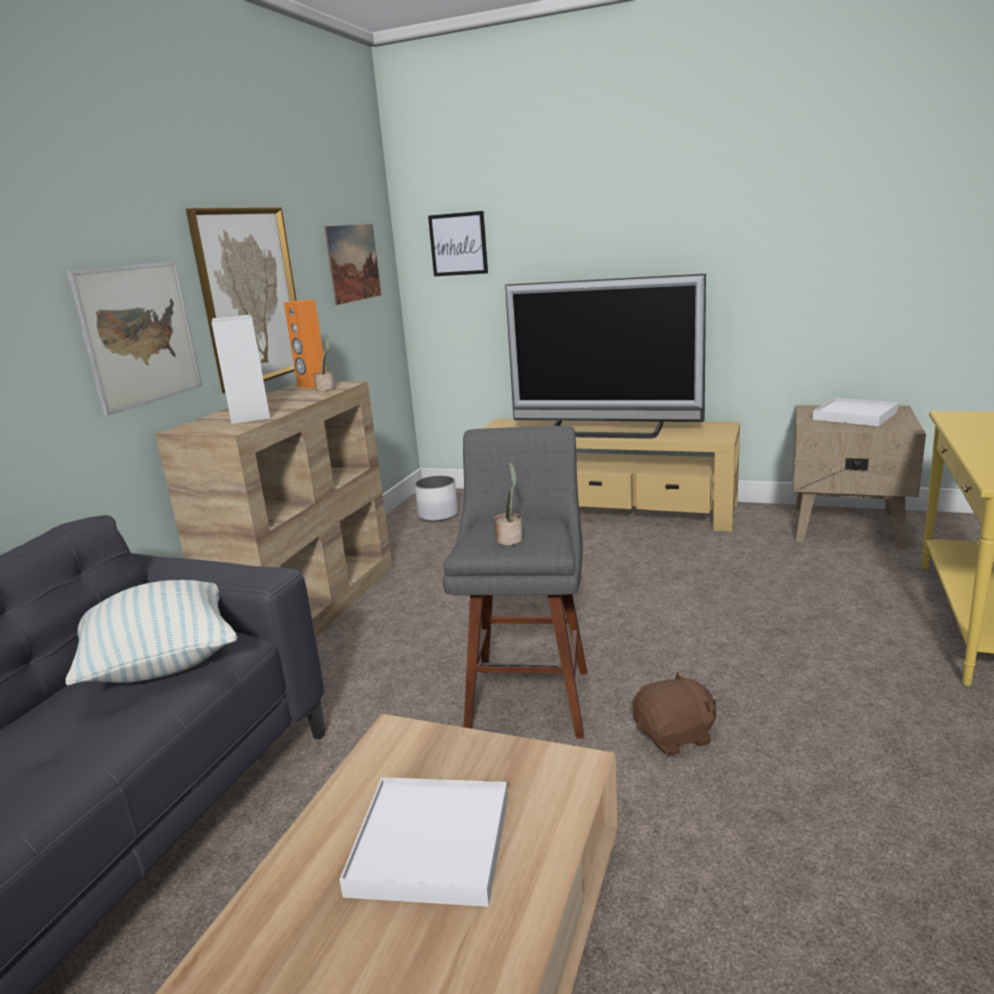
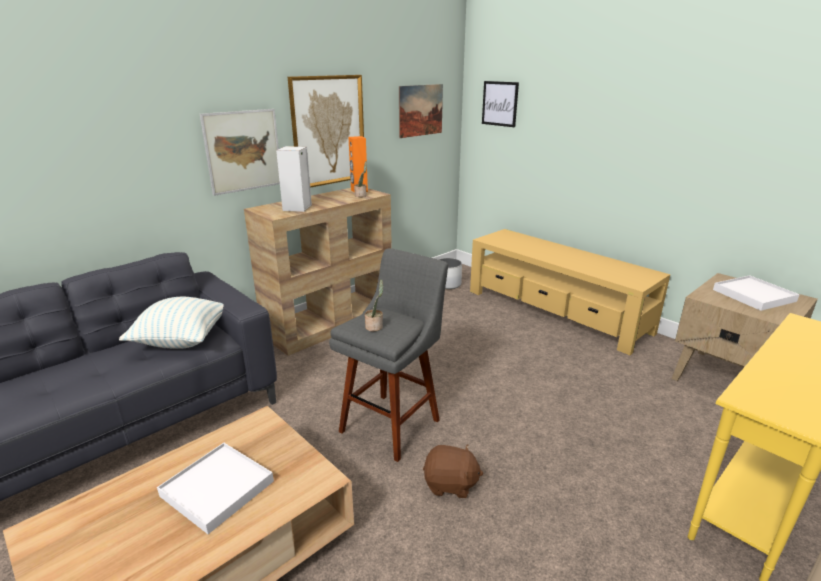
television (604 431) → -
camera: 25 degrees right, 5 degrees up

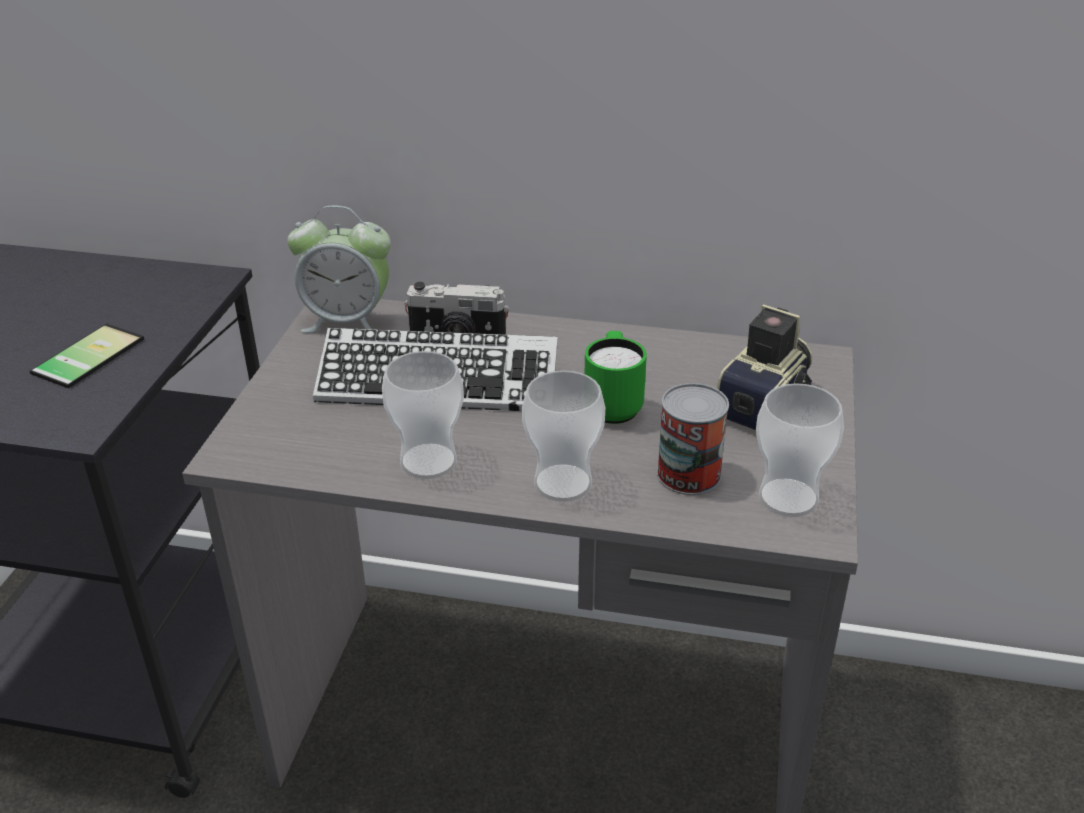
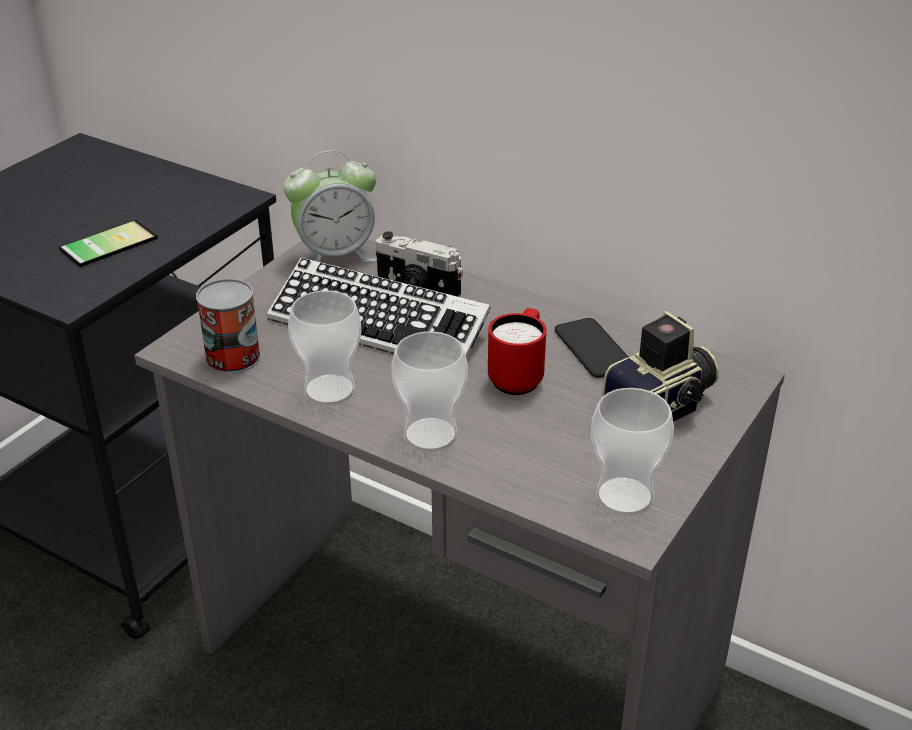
can (688 474) → can (233 357), relocated
bedside clock (347 322) → bedside clock (335 256), 45 degrees counterclockwise
coffee mug in greenish (613 404) → coffee mug in red-coloured (518 377)
- → handset (593 349)
camera: 20 degrees right, 0 degrees up

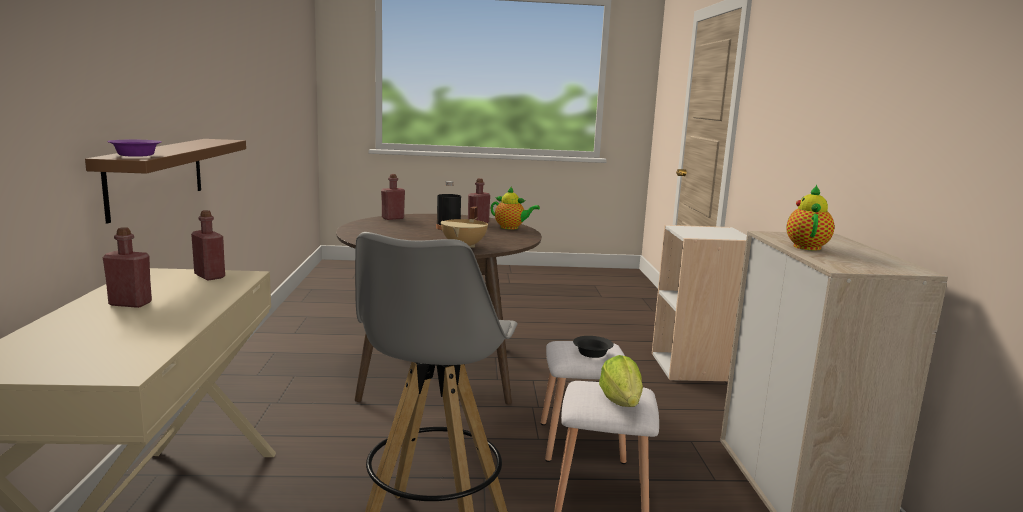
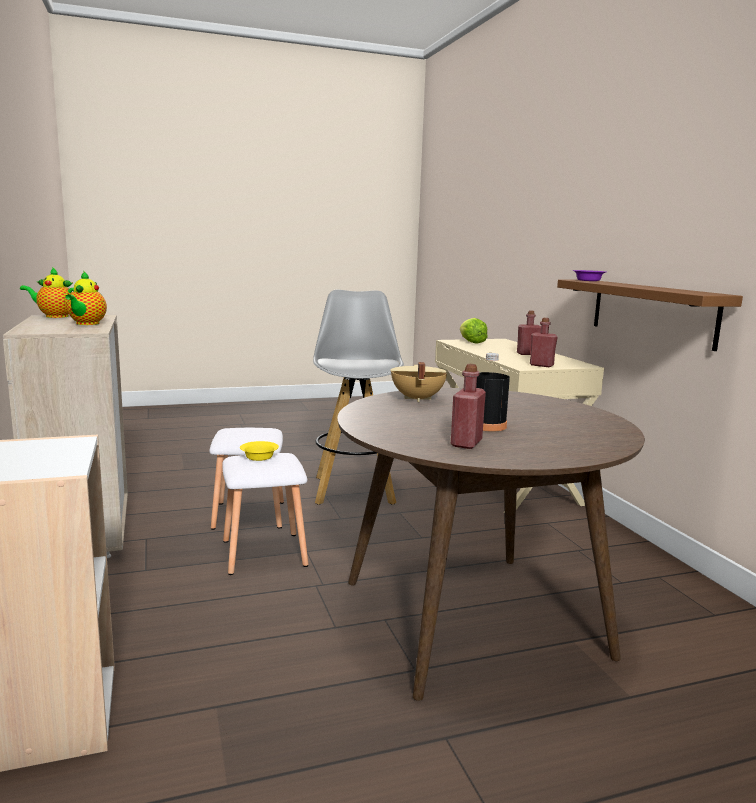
teapot (511 228) → teapot (54 316), relocated
bowl in blackish (591 353) → bowl in yellow (260 457)
lettuce (621 402) → lettuce (471 342), relocated
drink bottle in red-coloured (393 218) → -
camera: 165 degrees right, 0 degrees up

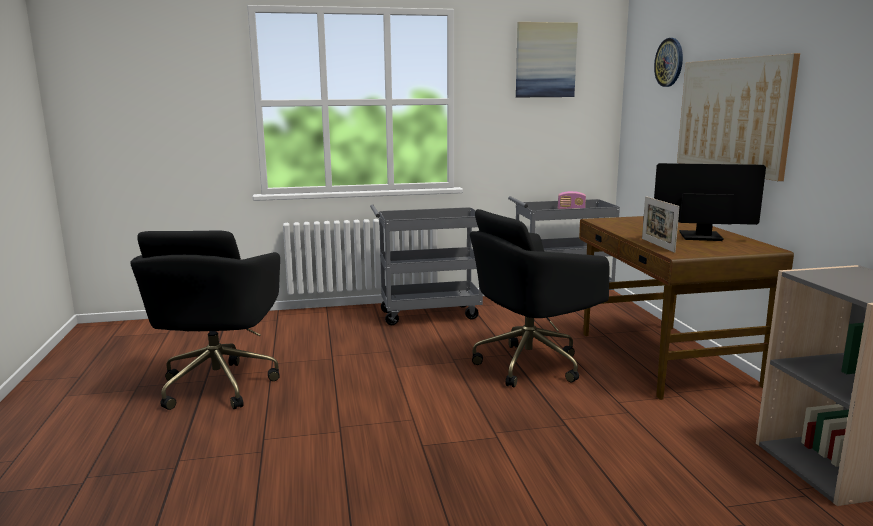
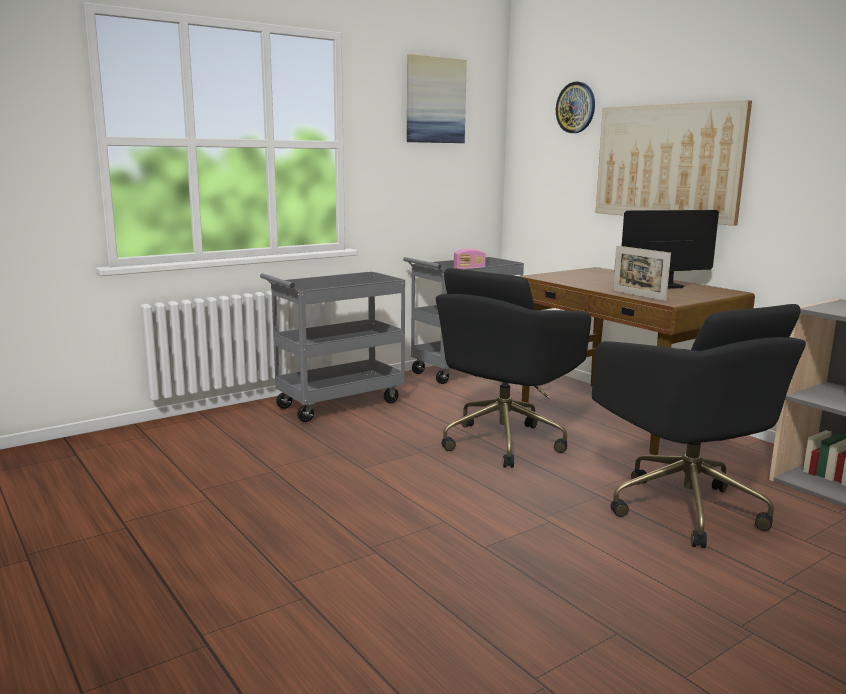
computer chair in blackish (220 384) → computer chair in blackish (680 507), relocated
camera: 25 degrees left, 0 degrees up

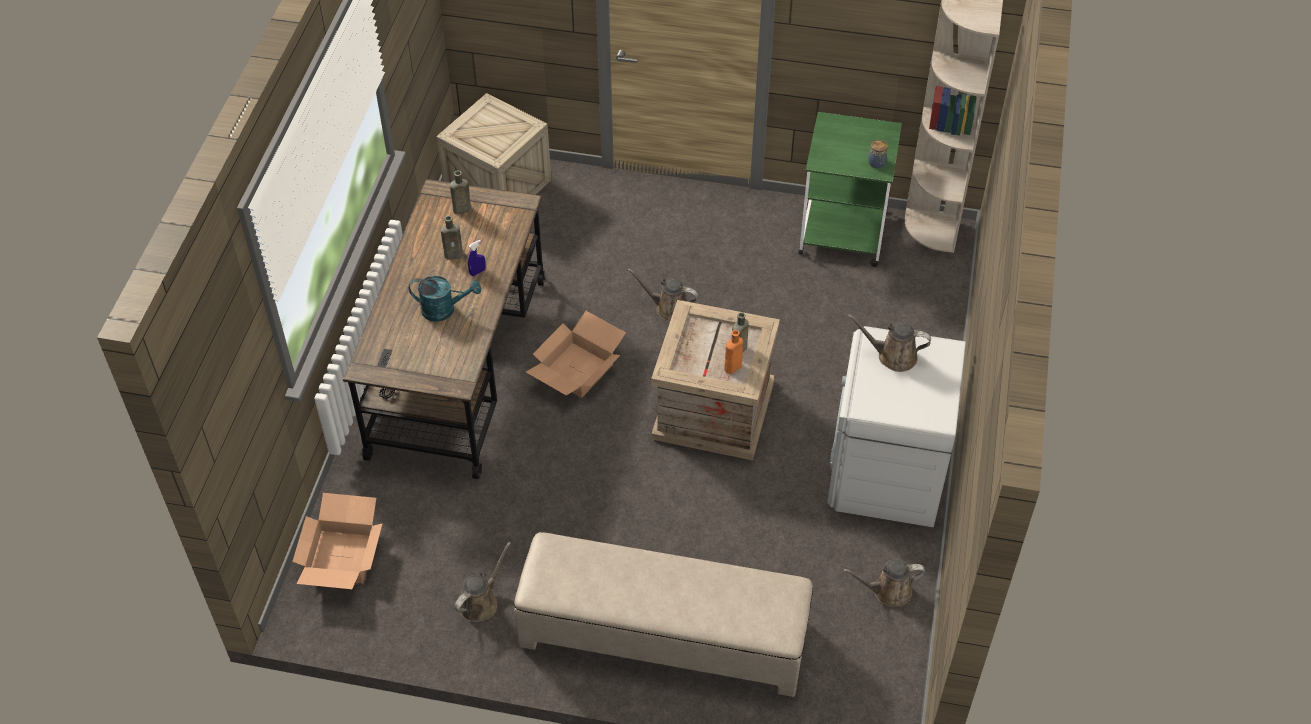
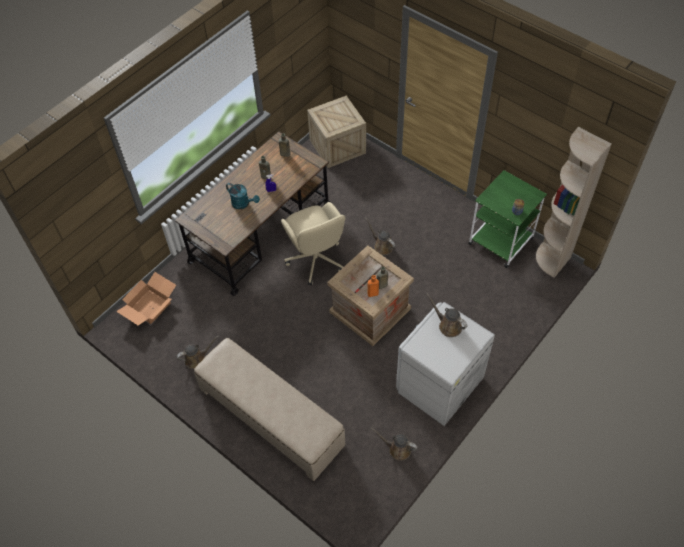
cardboard box (577 371) → computer chair in sand-coloured (315 260)
camera: 30 degrees right, 5 degrees up

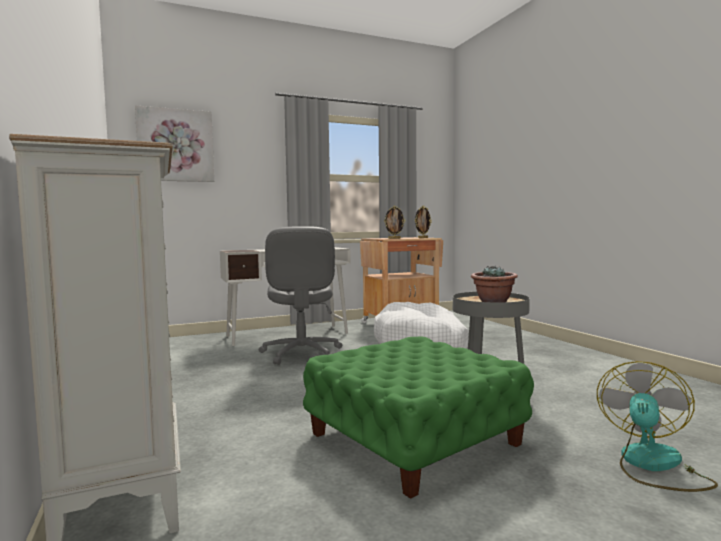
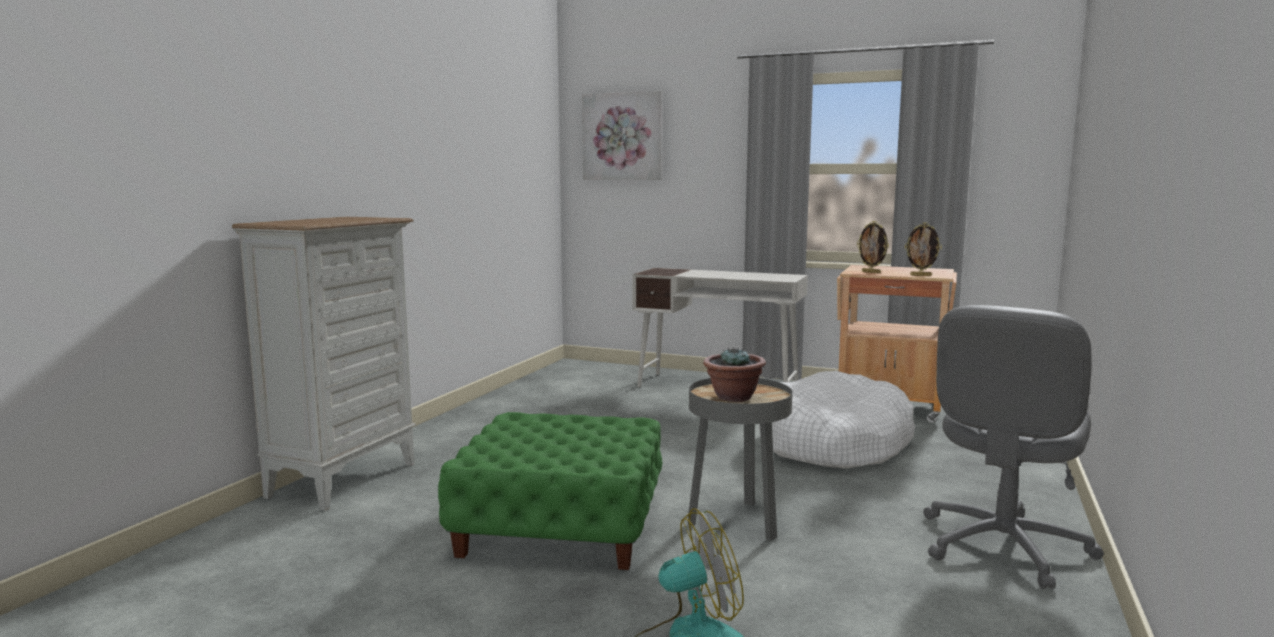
computer chair in gray (301 353) → computer chair in gray (1002 545), relocated
camera: 45 degrees right, 5 degrees up

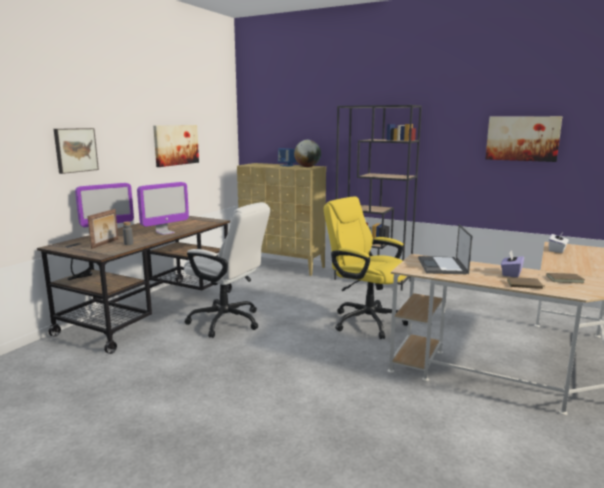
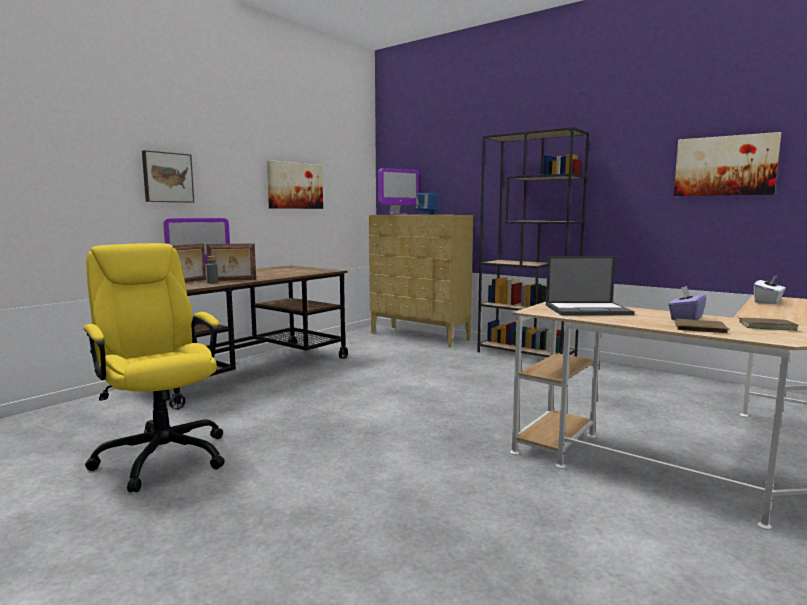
computer chair in yellow (365 321) → computer chair in yellow (161 456), relocated
- → photo frame (232 280)
computer screen (165 232) → computer screen (398 214), relocated
laptop (442 266) → laptop (588 310), 105 degrees counterclockwise
computer chair in white-coloured (228 322) → -
desk globe (307 167) → -
camera: 10 degrees right, 5 degrees down

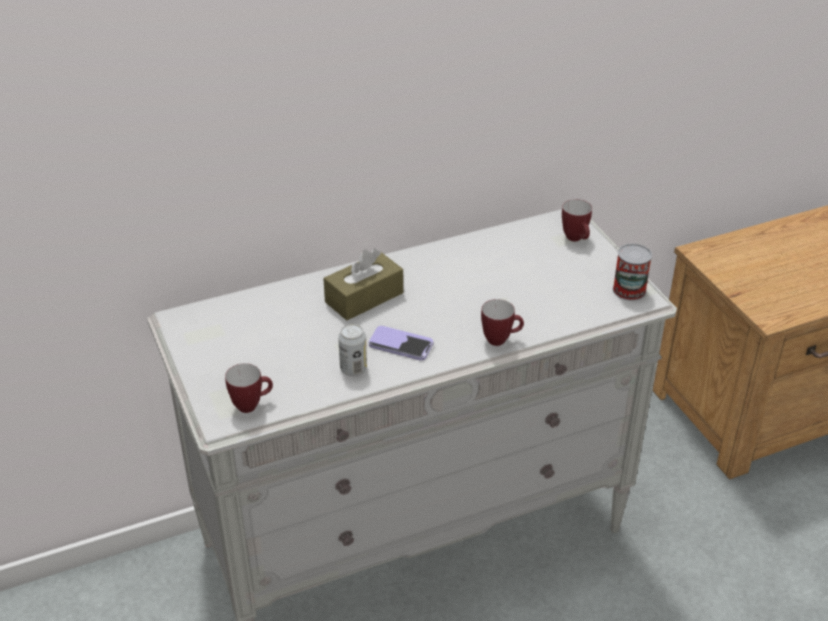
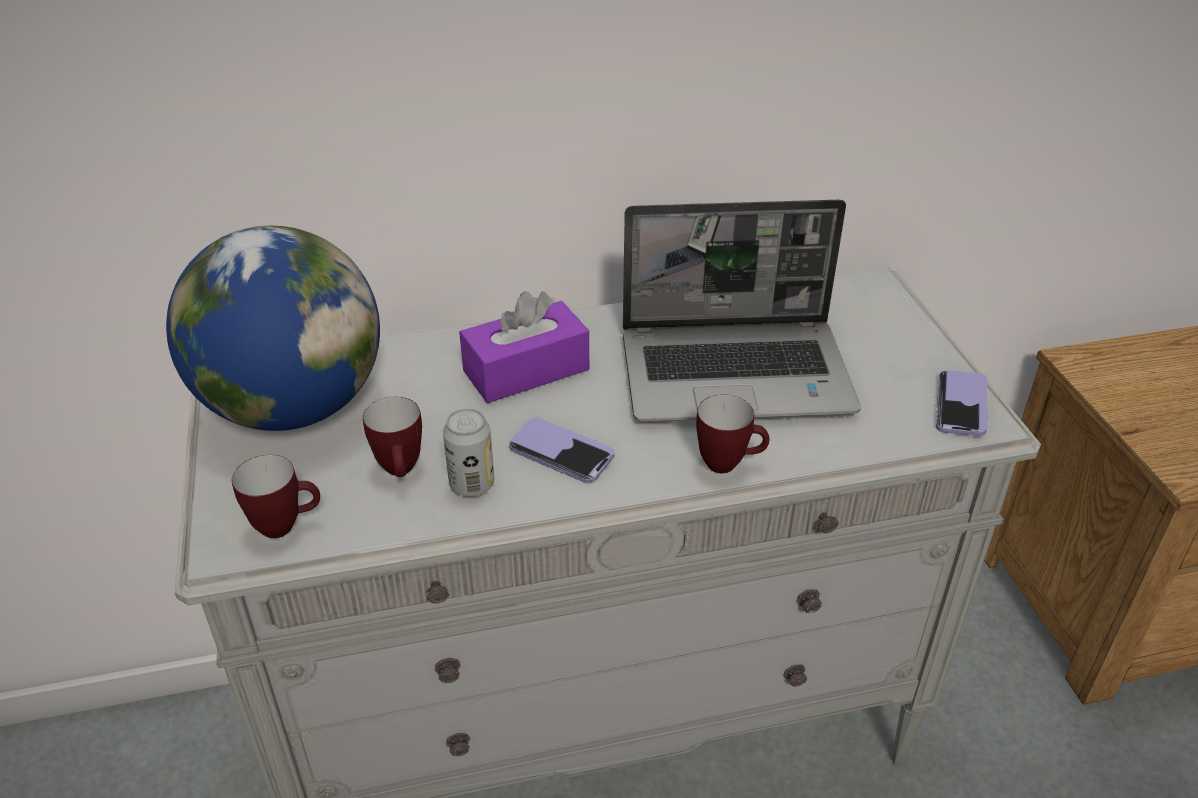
- → desk globe (293 407)
coffee mug (576 239) → coffee mug (401 472), relocated
tissue box in brown-coloured (364 297) → tissue box in purple-coloured (526 370)
- → laptop (738 373)
can (629 290) → handset (961 405)
camera: 10 degrees right, 0 degrees up

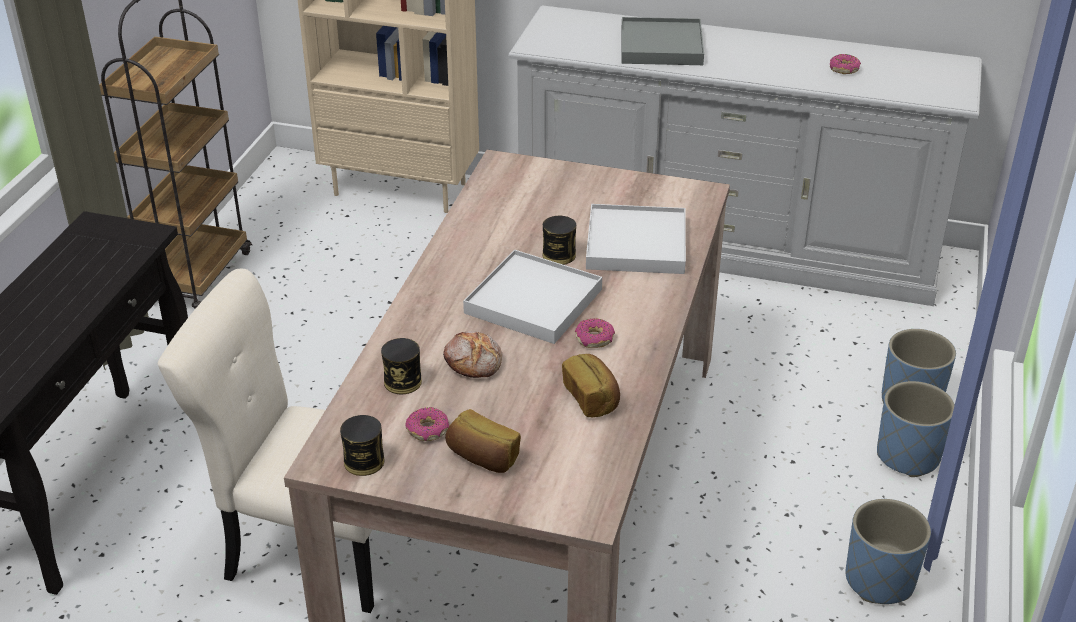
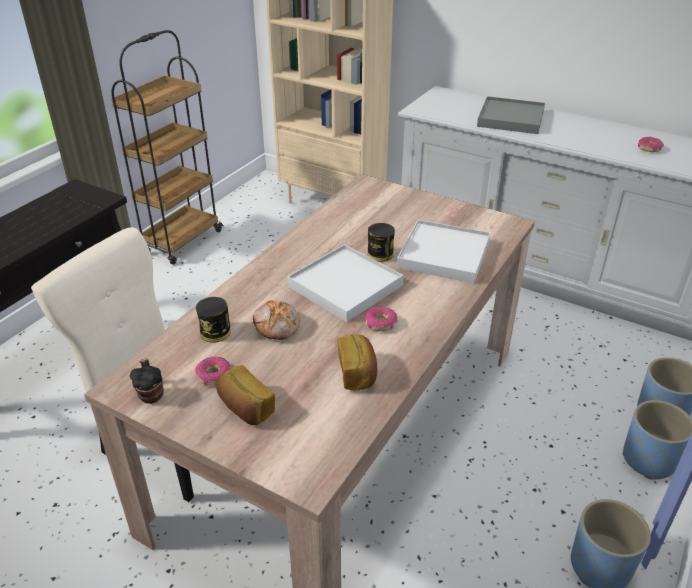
can (364 462) → coffee mug (151 393)
camera: 15 degrees right, 0 degrees up

